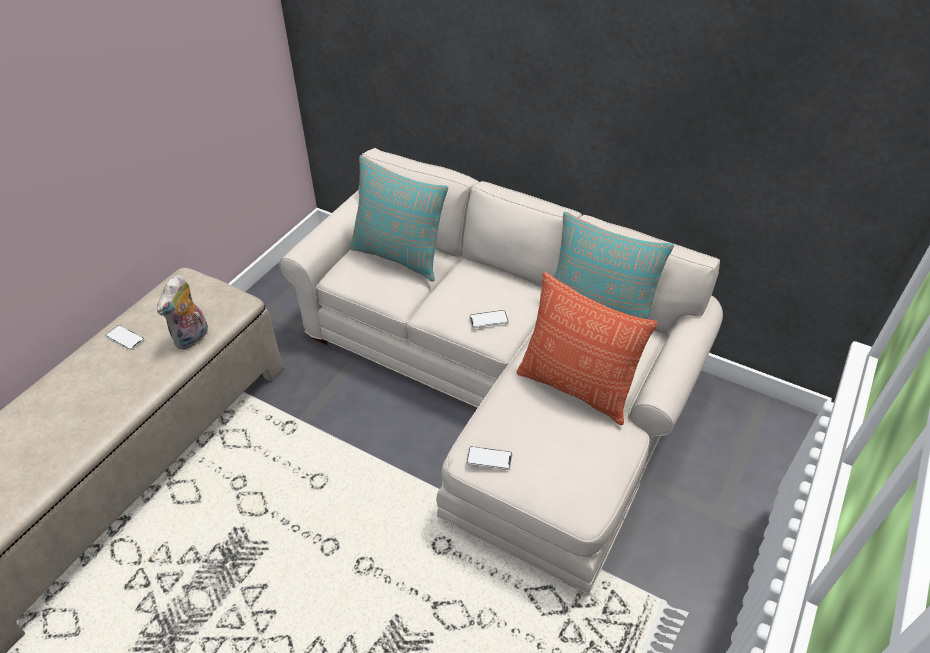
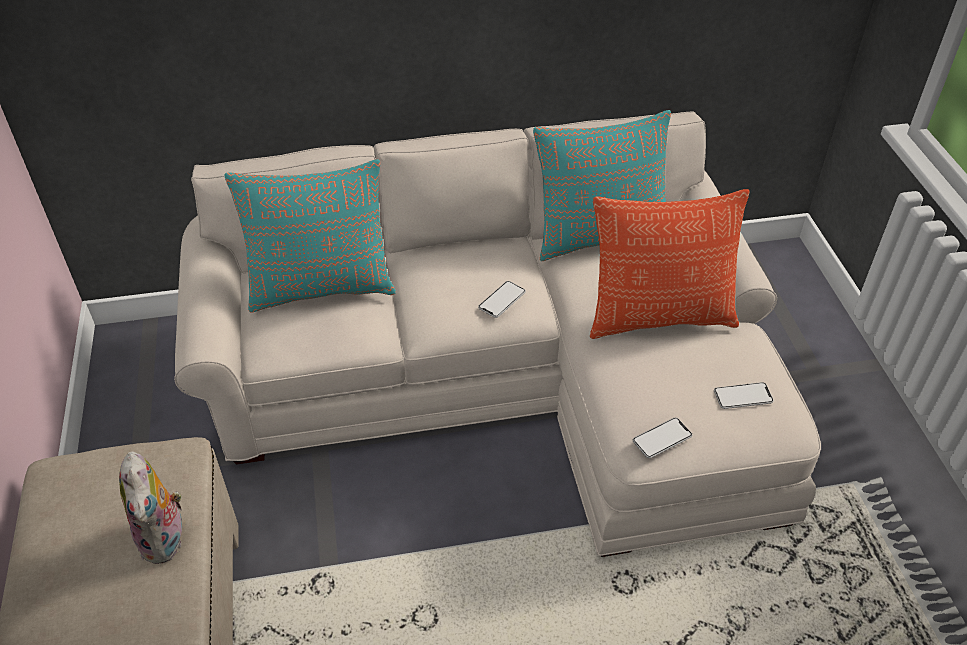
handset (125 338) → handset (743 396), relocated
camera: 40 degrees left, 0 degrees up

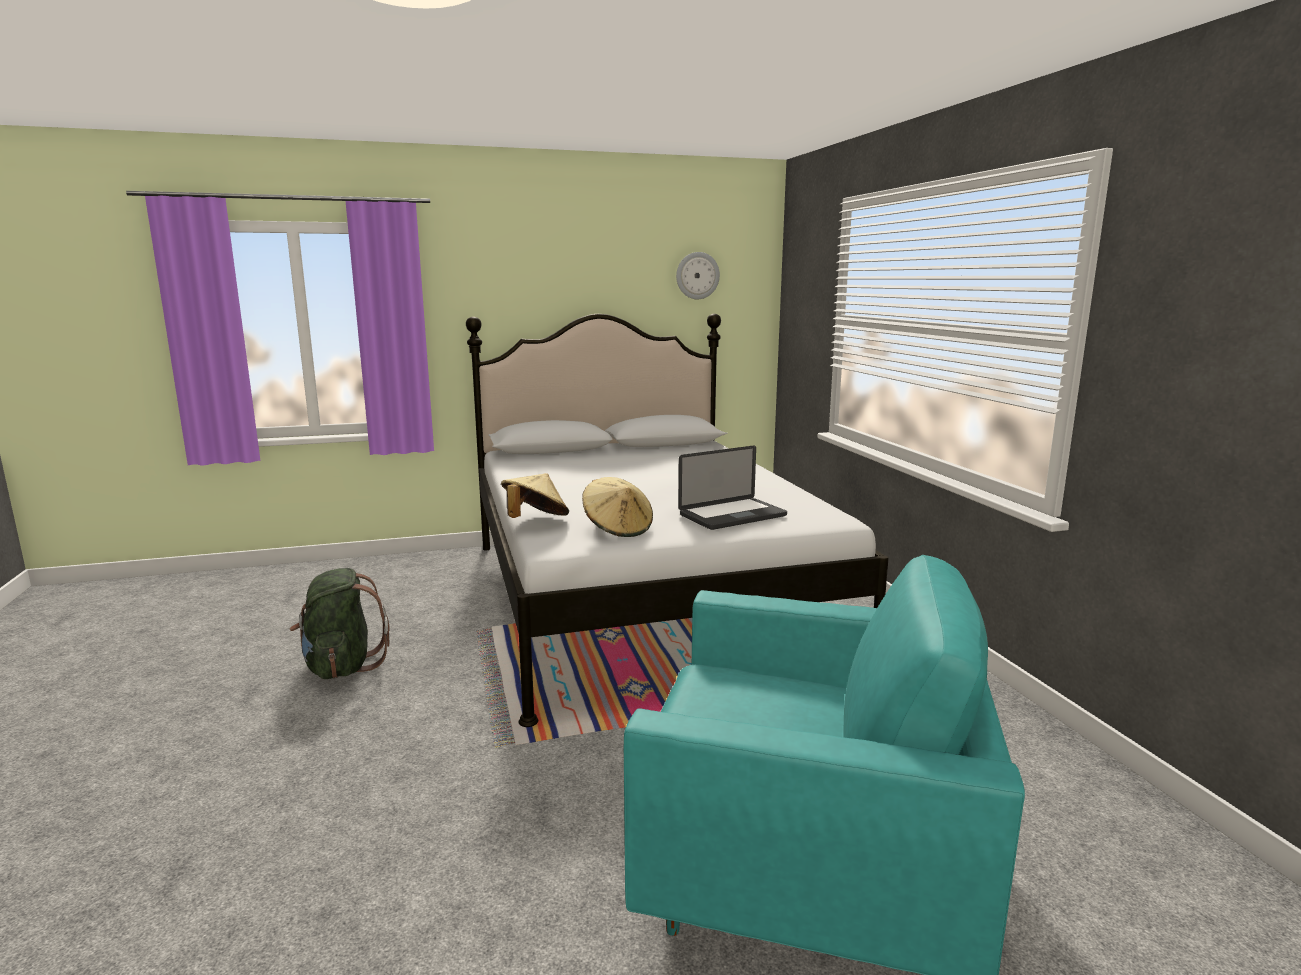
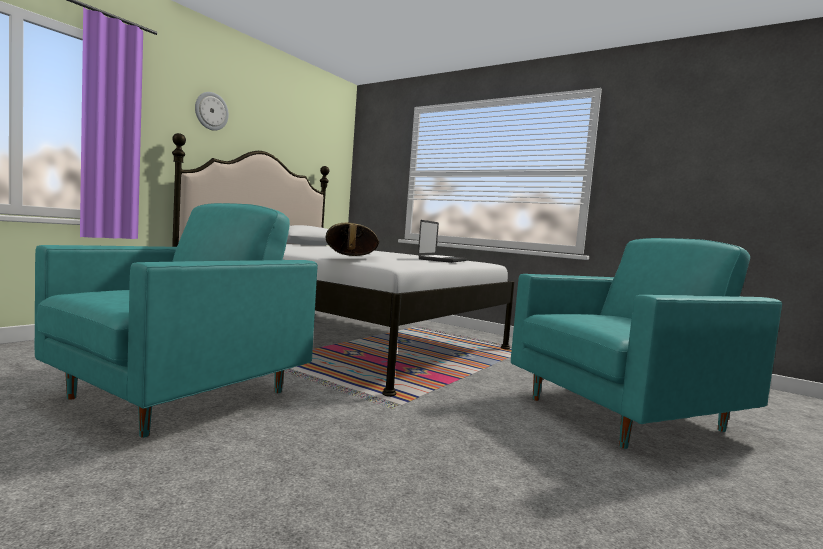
backpack in greenish (342 666) → armchair in turquoise (179 396)
hanging clock (697 275) → hanging clock (211 111), relocated
clothing hat in sand-coloured (618 529) → -
camera: 40 degrees left, 10 degrees down

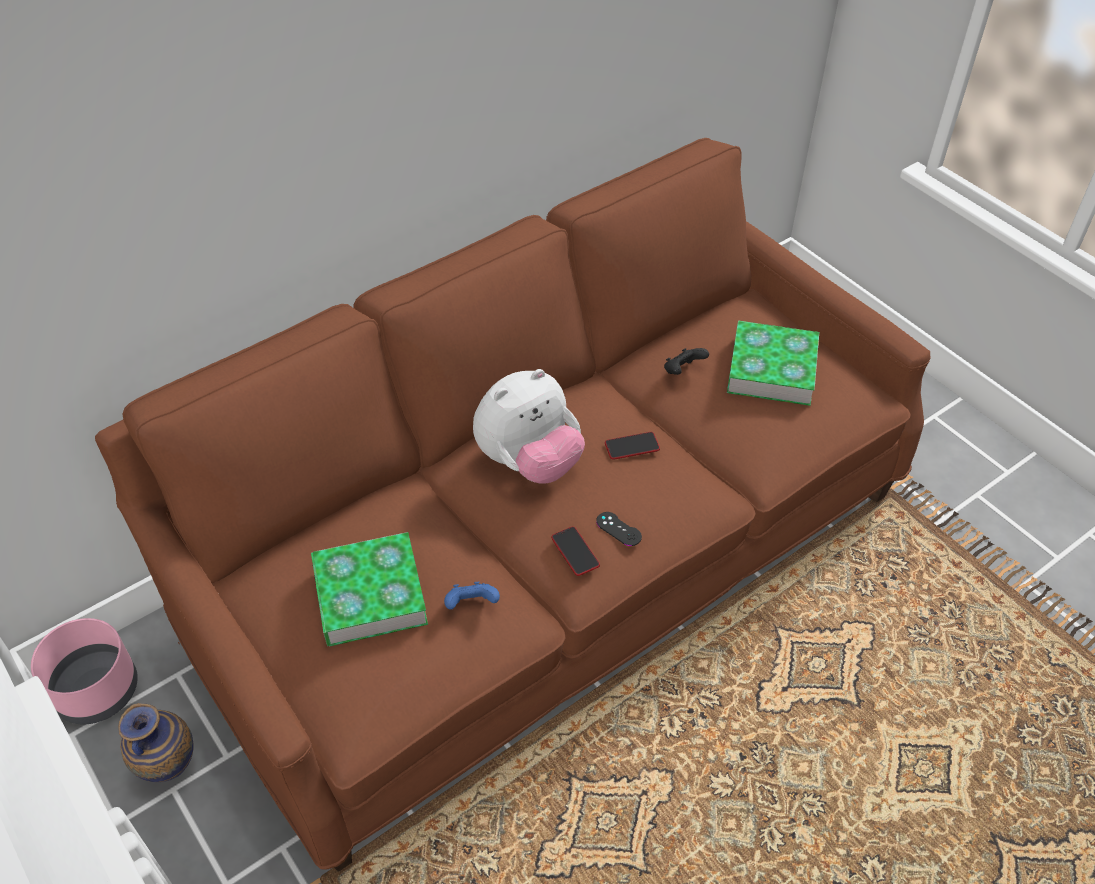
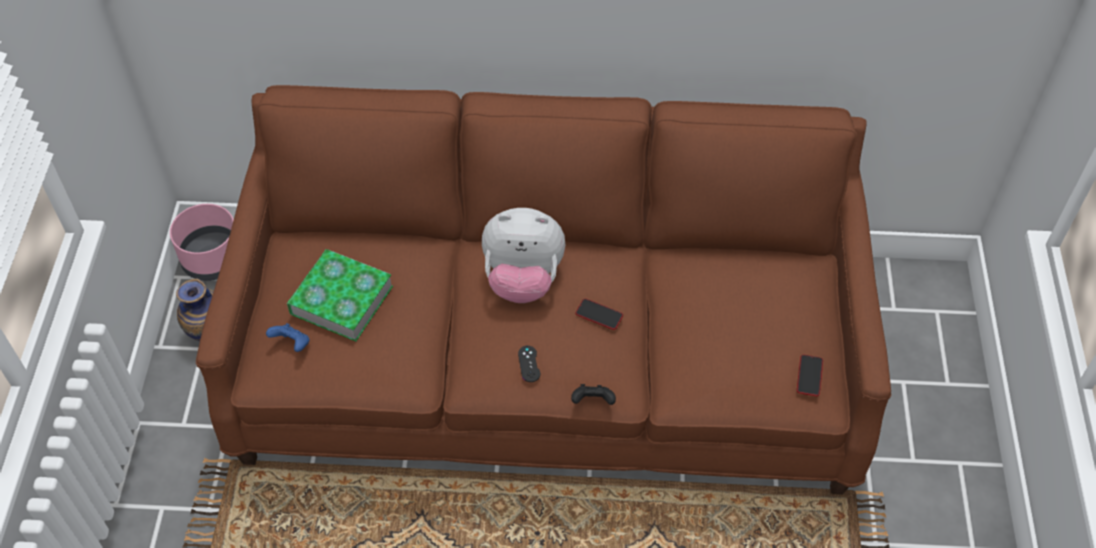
game controller in blue-coloured (472 605) → game controller in blue-coloured (292 344), relocated
game controller in blackish (682 371) → game controller in blackish (593 402), relocated
handset (575 551) → handset (809 376), relocated
volume (772 369) → -
camera: 40 degrees right, 5 degrees up

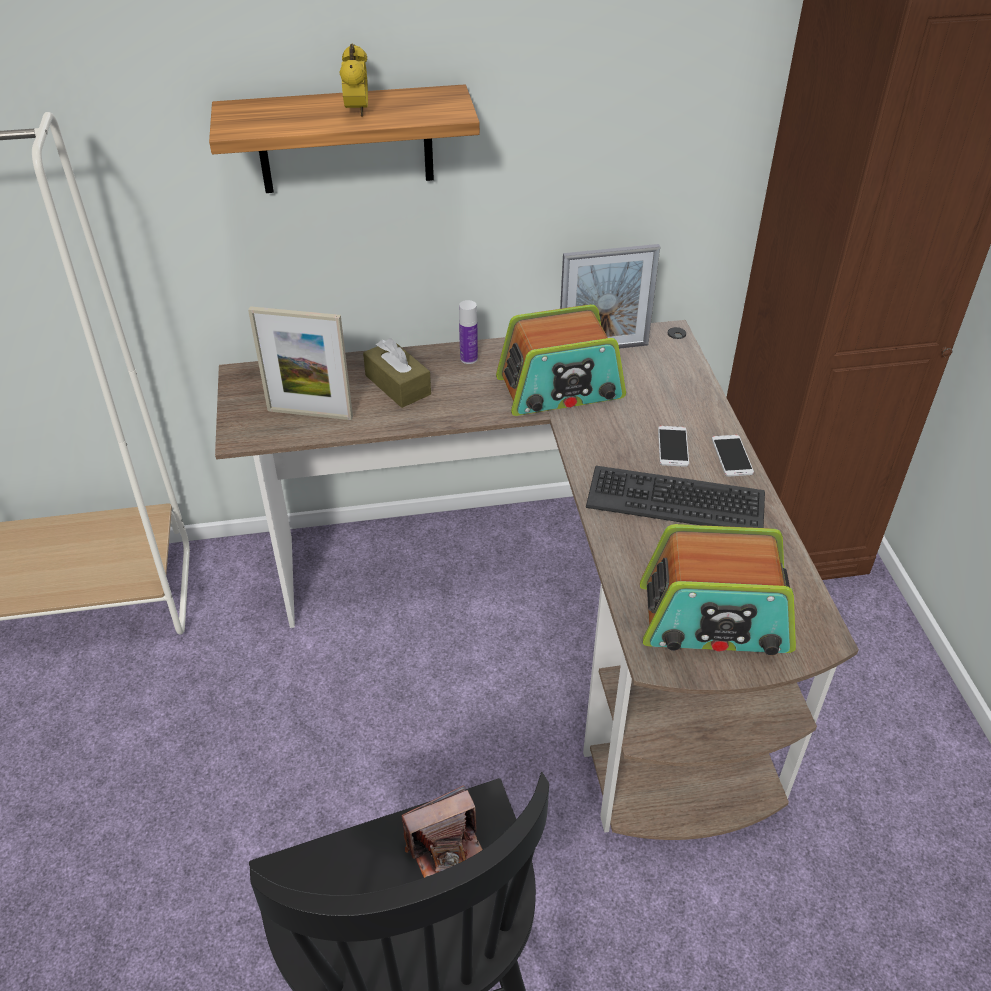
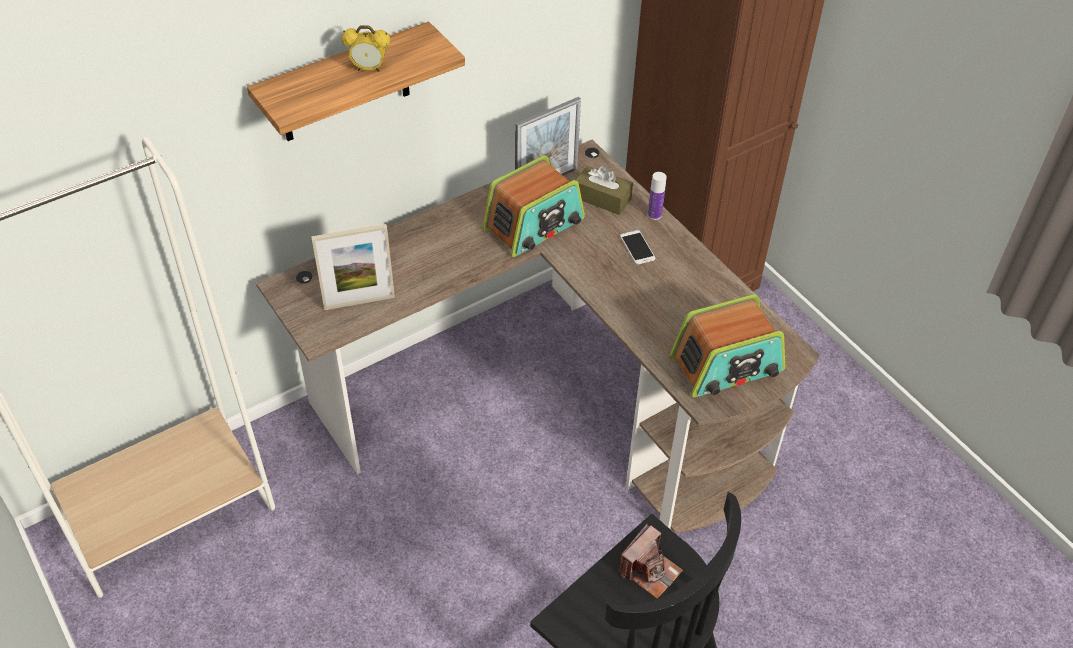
bedside clock (357 111) → bedside clock (369 69), 120 degrees clockwise
tissue box in brown-coloured (398 385) → tissue box in brown-coloured (602 198), relocated
drink bottle (468 358) → drink bottle (654 215), relocated
computer keyboard (676 500) → -
handset (732 456) → -
camera: 25 degrees left, 5 degrees up

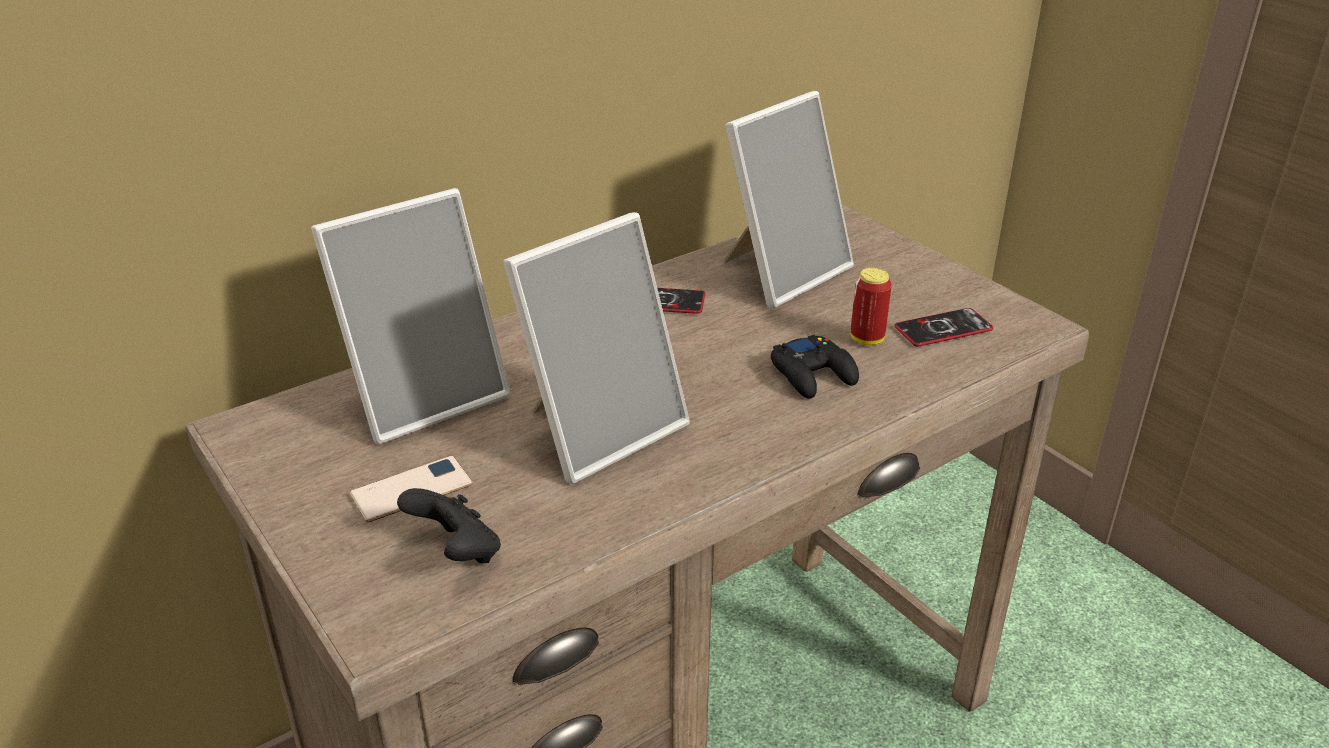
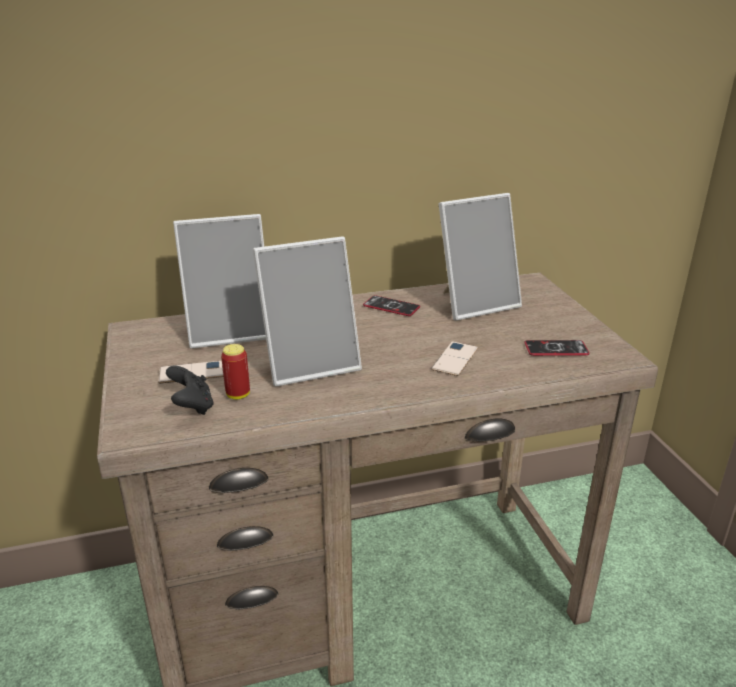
can (867 339) → can (238 395), relocated
game controller in blackish (813 375) → handset (455 359)
camera: 20 degrees right, 5 degrees down

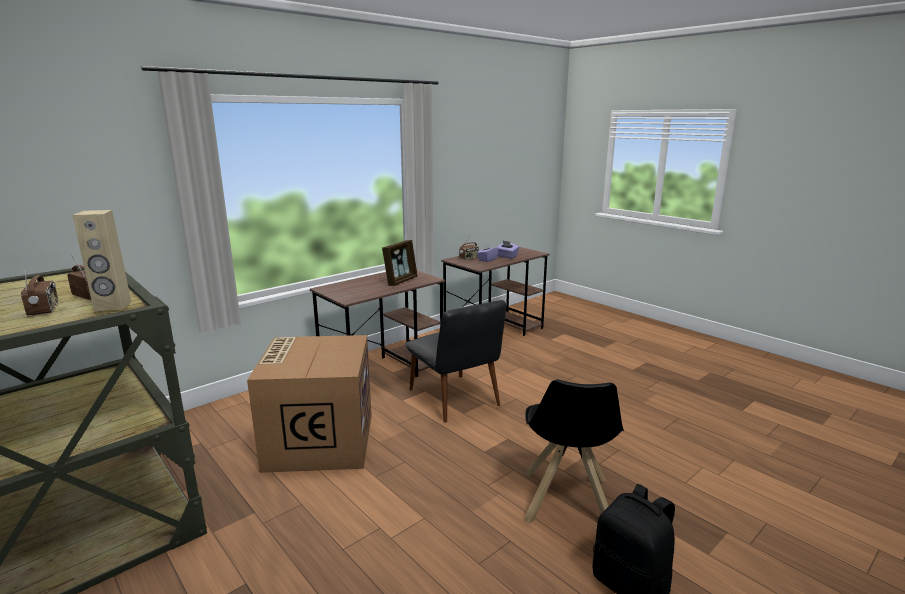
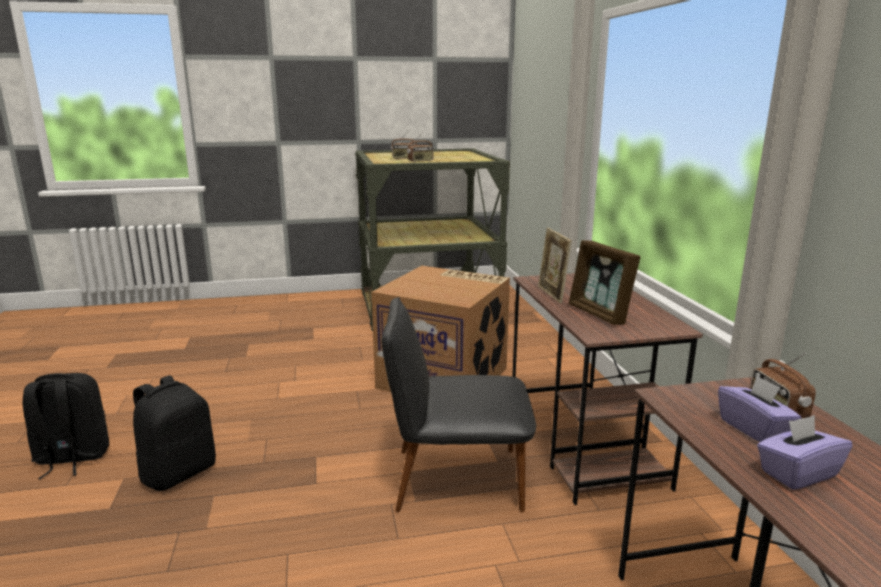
upright chair in blackish (566 502) → backpack in blackish (179 472)
- → photo frame (552 295)
speaker in sand-coloured (112 306) → -
camera: 120 degrees right, 0 degrees up

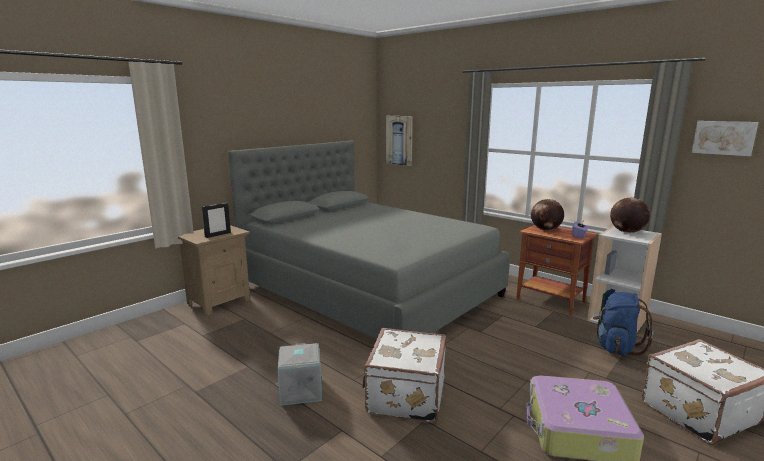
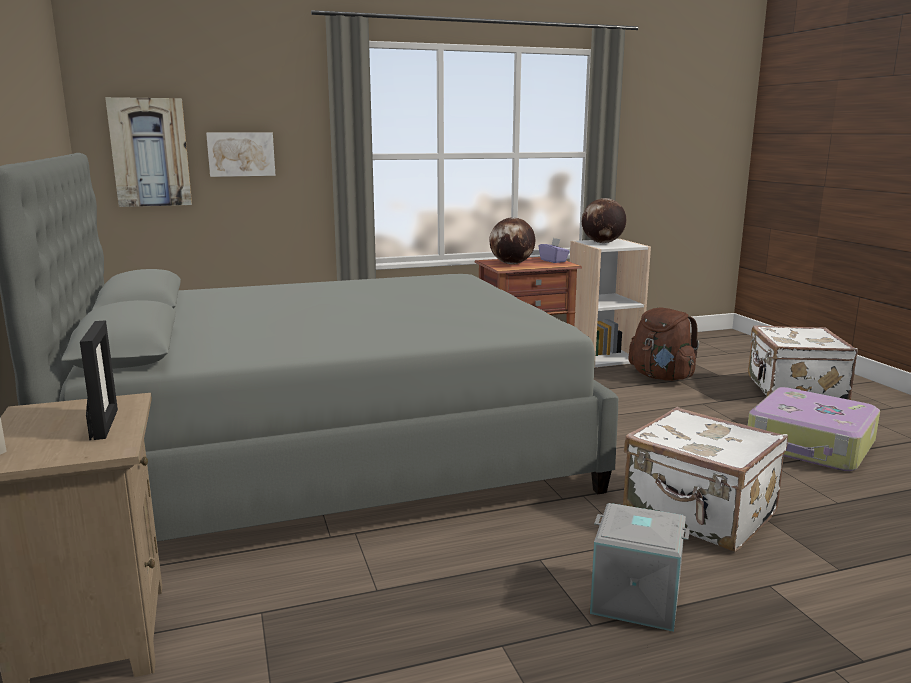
wall art (723 137) → wall art (241 154), relocated
backpack in blue-coloured (616 347) → backpack in brown-coloured (661 377)
camera: 60 degrees left, 0 degrees up

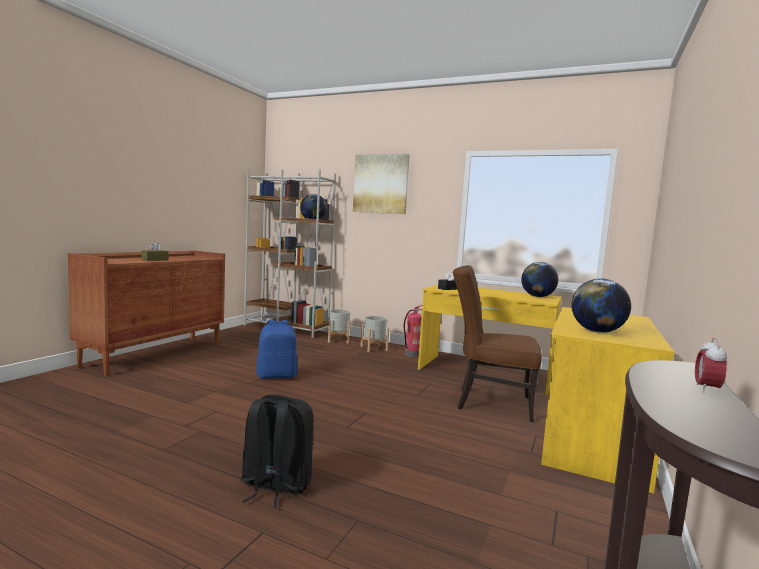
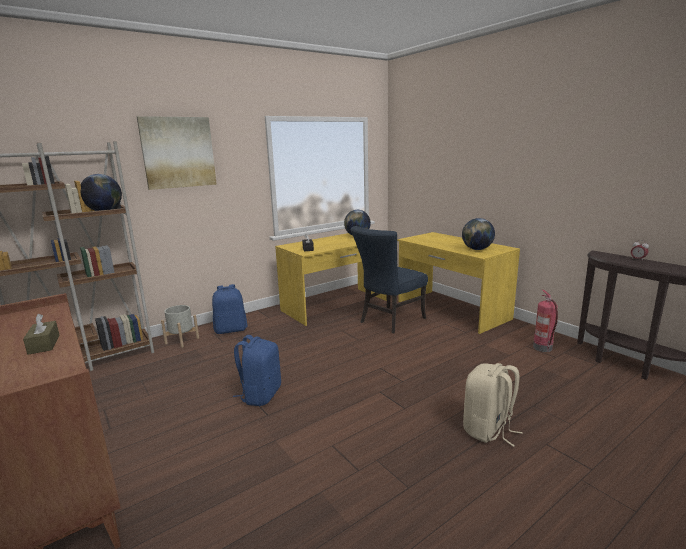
planter in gray (373 348) → backpack in blue-coloured (231 330)
upright chair in brown-coloured (488 402) → upright chair in blue-coloured (389 321)
backpack in blackish (275 486) → backpack in sand-coloured (488 430)
fire extinguisher (411 355) → fire extinguisher (543 348), relocated
camera: 60 degrees left, 10 degrees up

